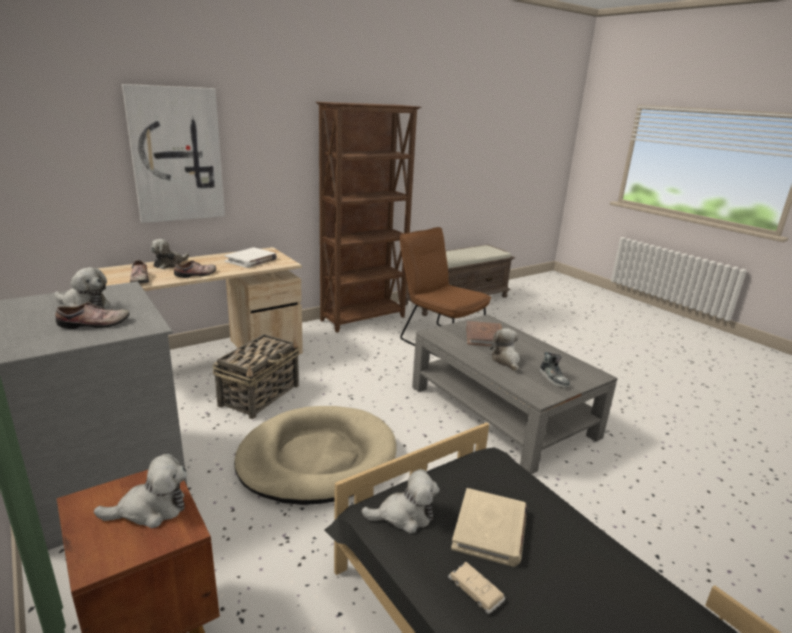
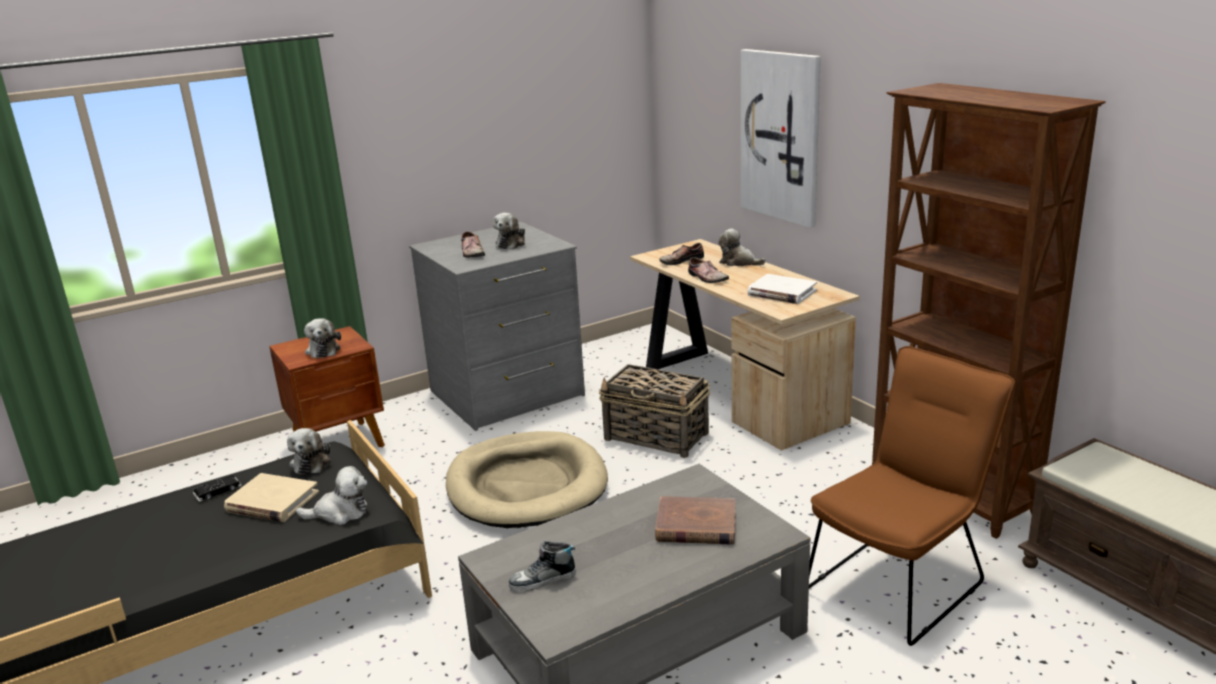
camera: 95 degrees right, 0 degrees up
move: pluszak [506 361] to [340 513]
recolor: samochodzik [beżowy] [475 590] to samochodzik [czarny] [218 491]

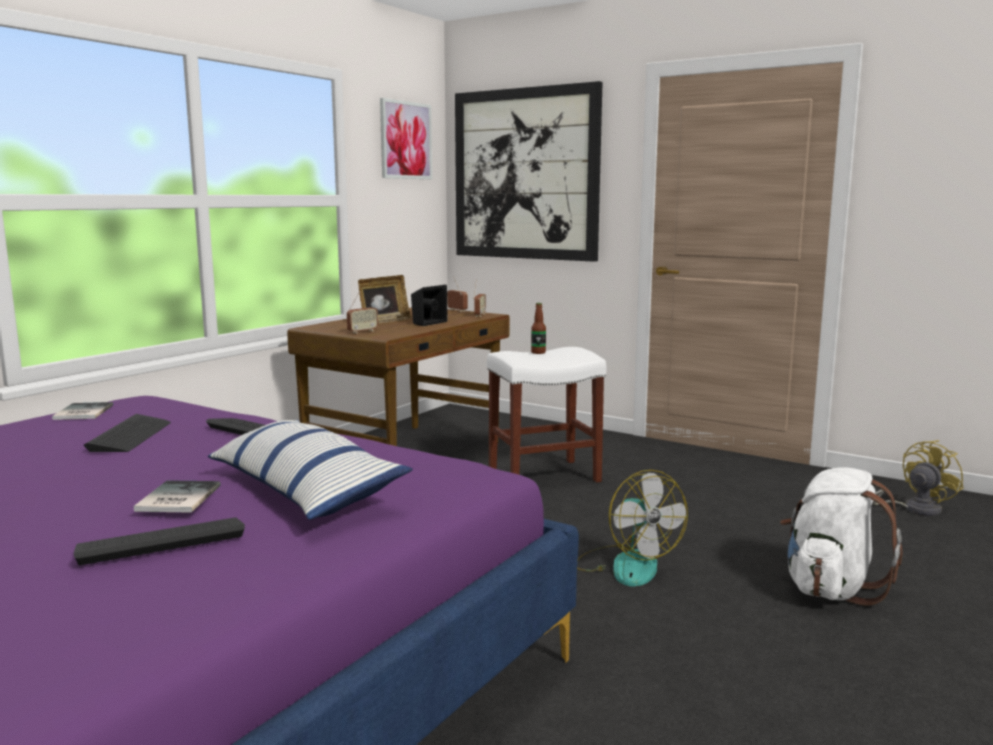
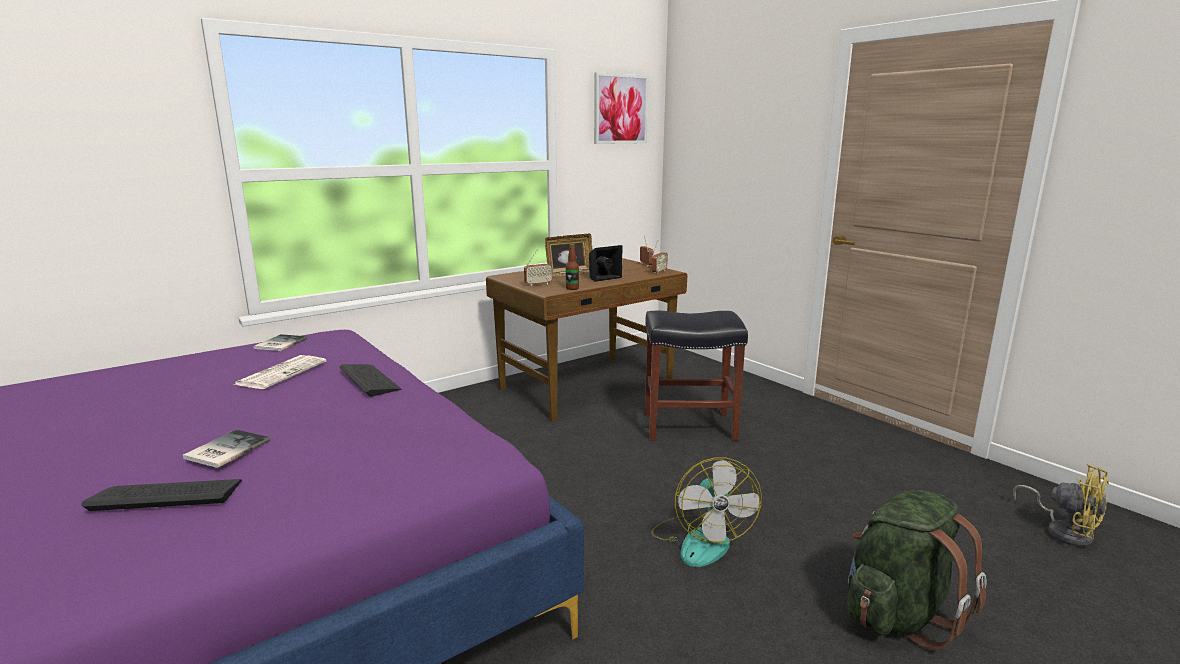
camera: 20 degrees right, 5 degrees up
delete: obraz [525 174]; poduszka [304 489]
move: butelka [538 352] to [572 288]
replace: klawiatura [130 436] to gazeta [282 373]
recolor: stołek [biały] [542 476] to stołek [czarny] [687 426]; plecak [biały] [830 588] to plecak [zielony] [898 614]
rotate: wentylator [żółty] [913 509] = [1064 531] 60 degrees clockwise

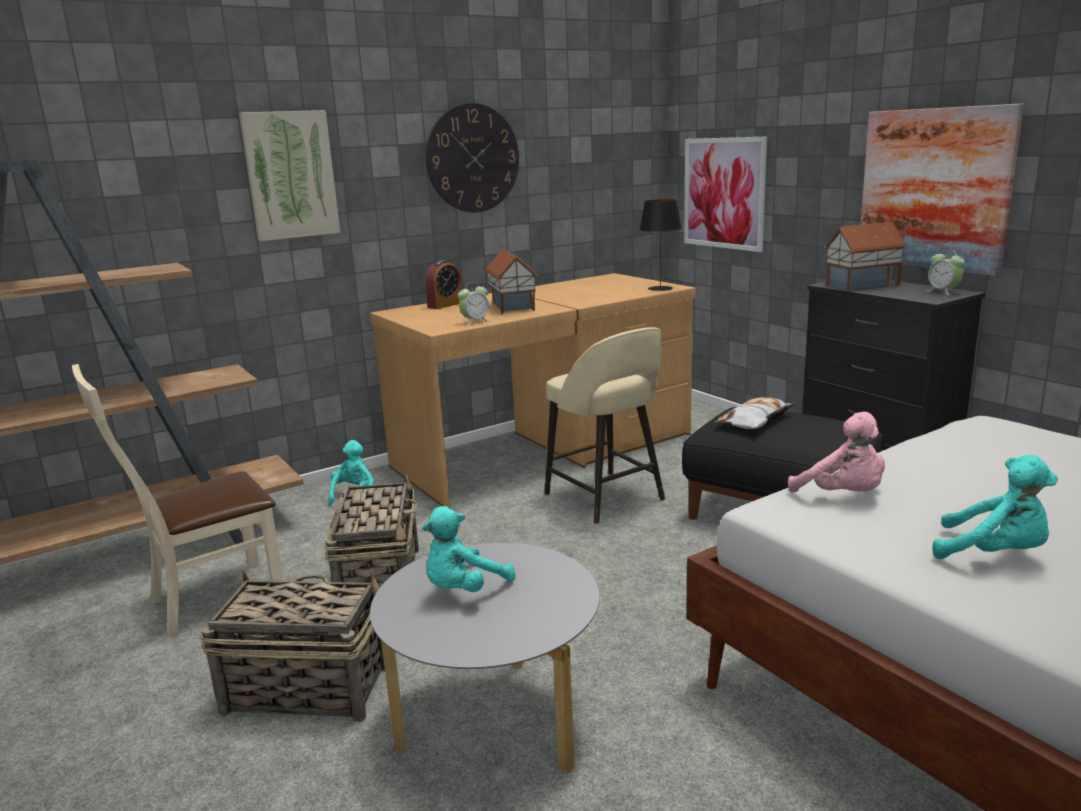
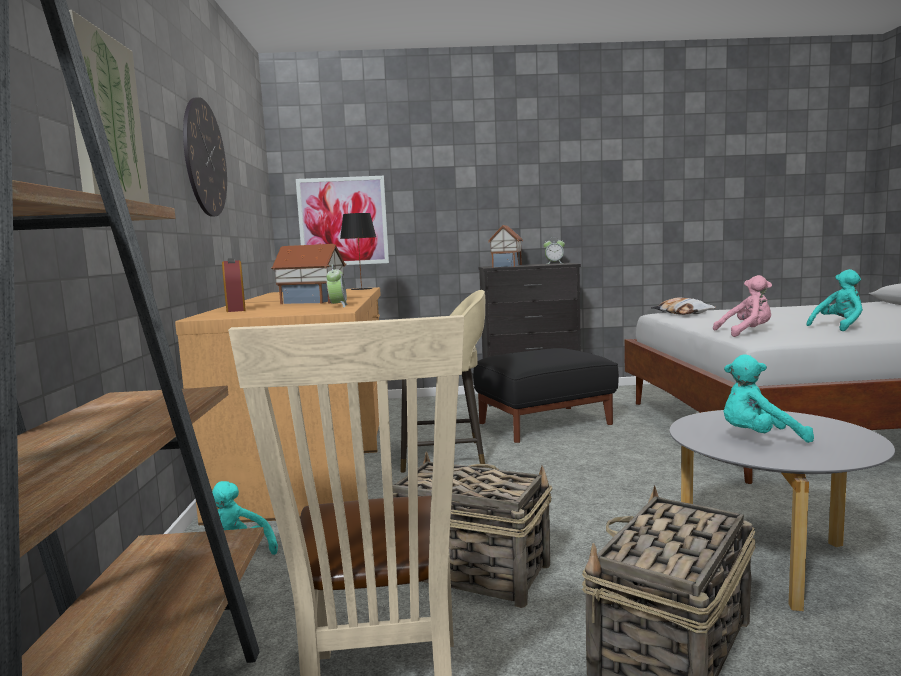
camera: 60 degrees left, 10 degrees down
delete: obraz [934 189]
move: poduszka [755 421] to [682 313]
rotate: pluszak [turkusowy] [464 589] = [758 438] 105 degrees clockwise

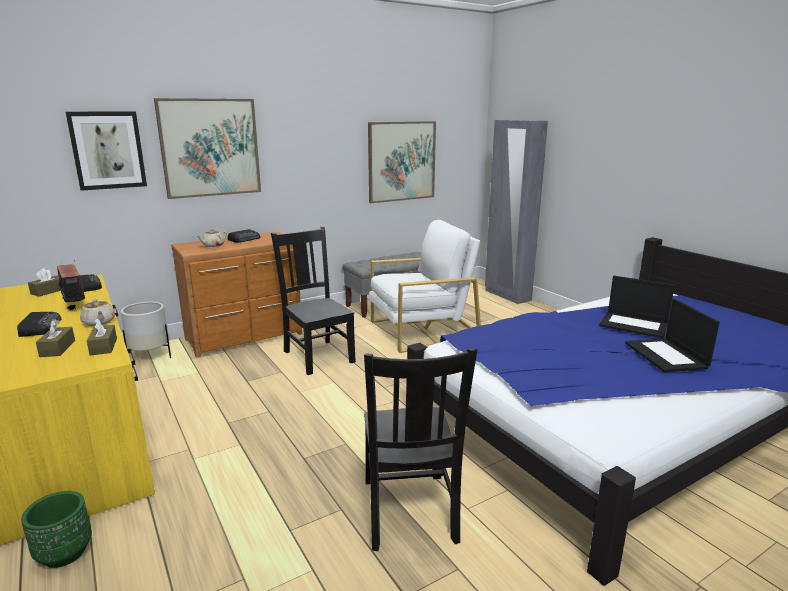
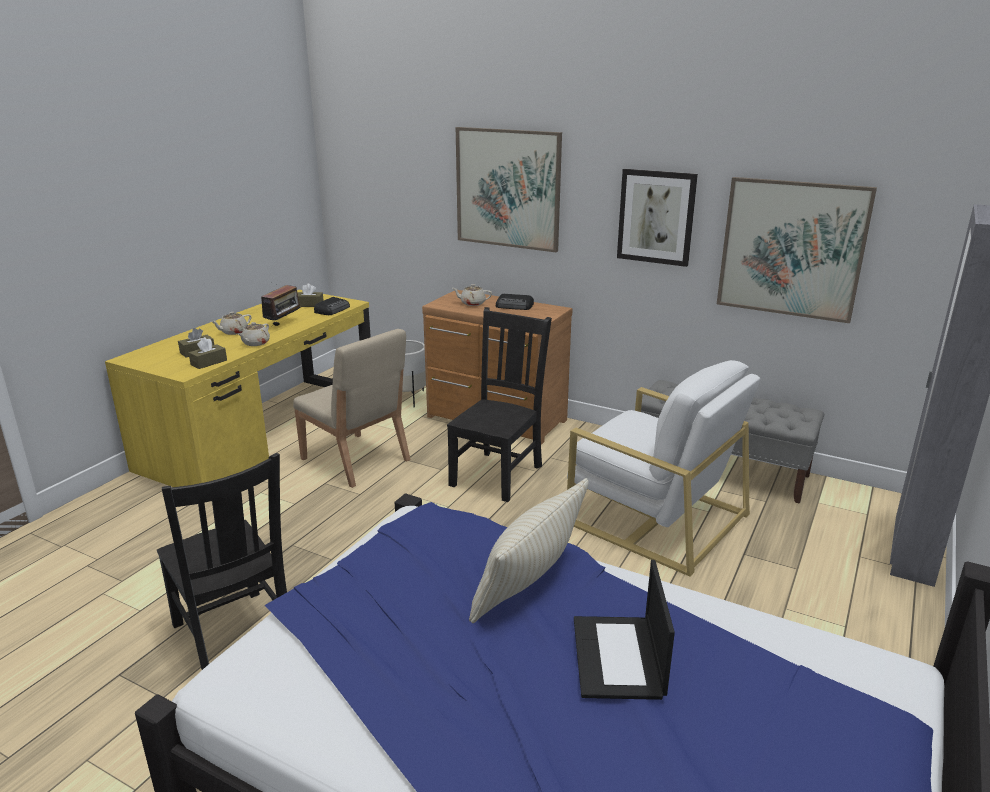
camera: 60 degrees right, 5 degrees up
delete: laptop [666 355]; donica [zielony] [64 553]
insert: krzesło [beżowy] [356 460]; poduszka [beżowy] [529 582]
move: obraz [108 150] to [656 217]
replace: radio [40 327] to imbryk [beżowy] [233 332]
rotate: krzesło [czarny] [409 513] = [235 639] 90 degrees counterclockwise

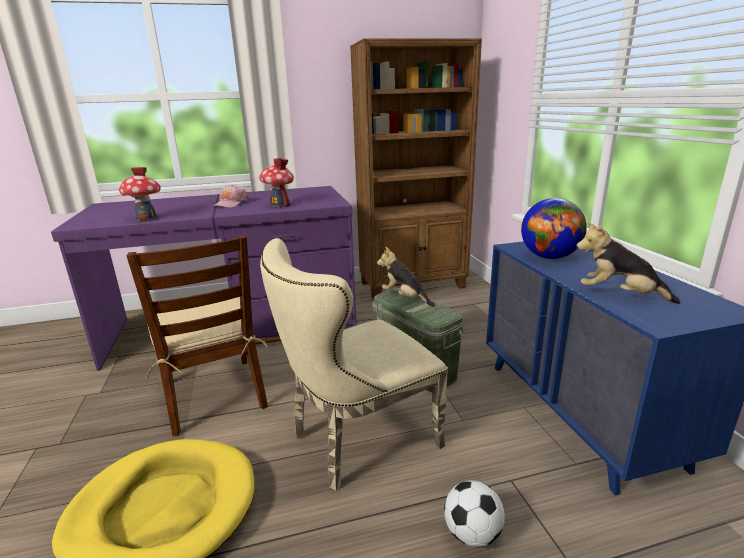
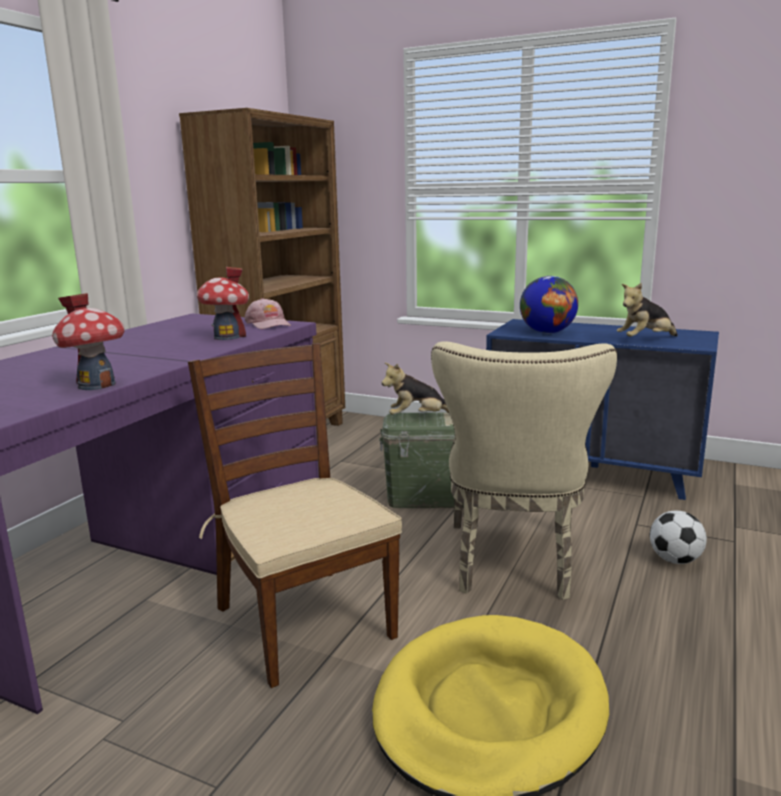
camera: 50 degrees left, 5 degrees down
move: czapka z daszkiem [różowy] [231 203] to [268 324]
rotate: krzesło [brązowy] [214 395] = [303 621] 135 degrees counterclockwise

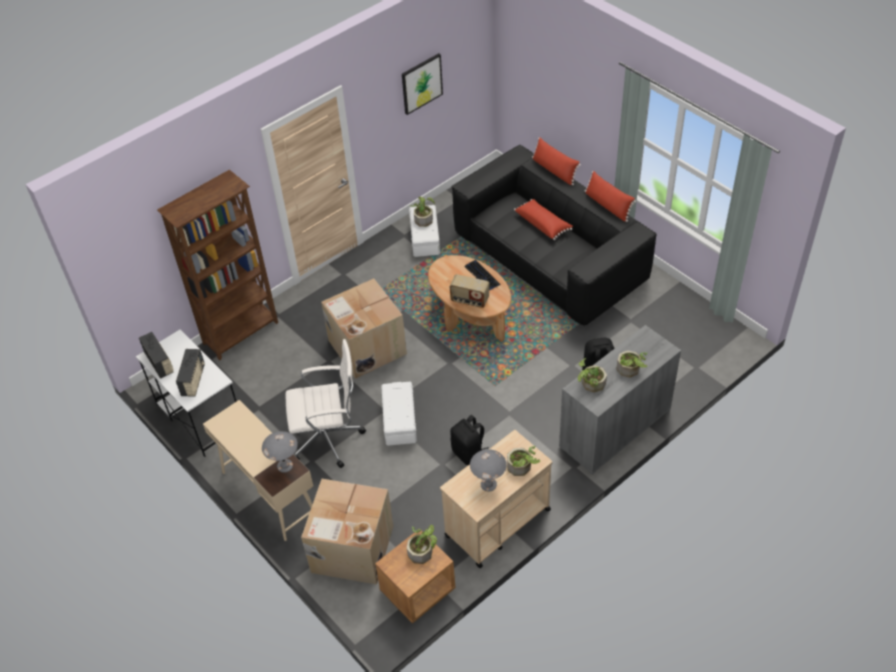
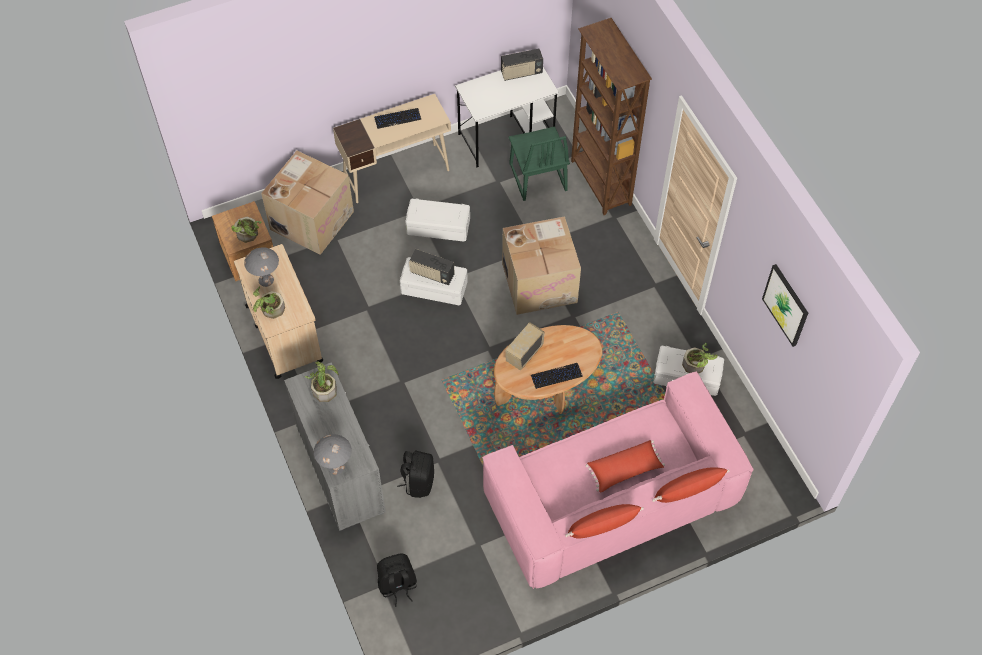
camera: 105 degrees right, 10 degrees up
delete: roślina doniczkowa [630 370]
insert: klawiatura [397 118]; krzesło [zielony] [537 178]
move: radio [193 380] to [432 274]; plecak [czarny] [469 453] to [397 585]; lampa stołowa [szary] [285 465] to [336 467]
replace: krzesło biurowe [biały] [328 438] to pojemnik do przechowywania [biały] [438 227]
recolor: kanapa [czarny] [550 256] to kanapa [różowy] [611 497]

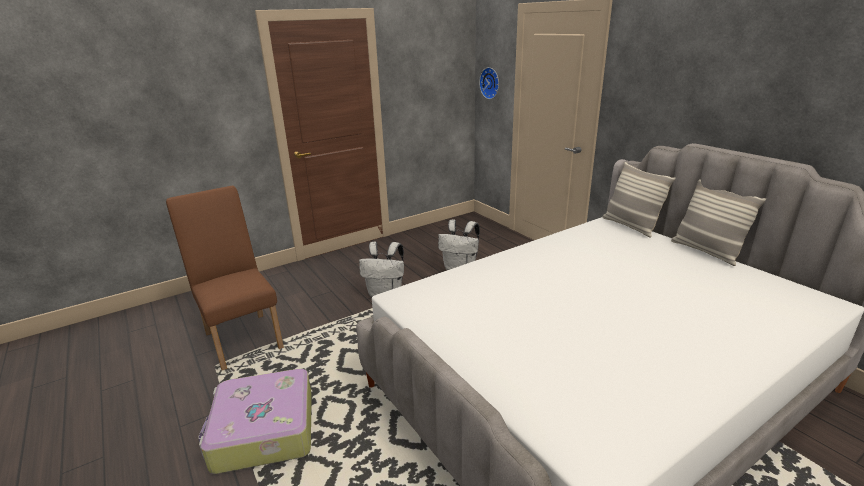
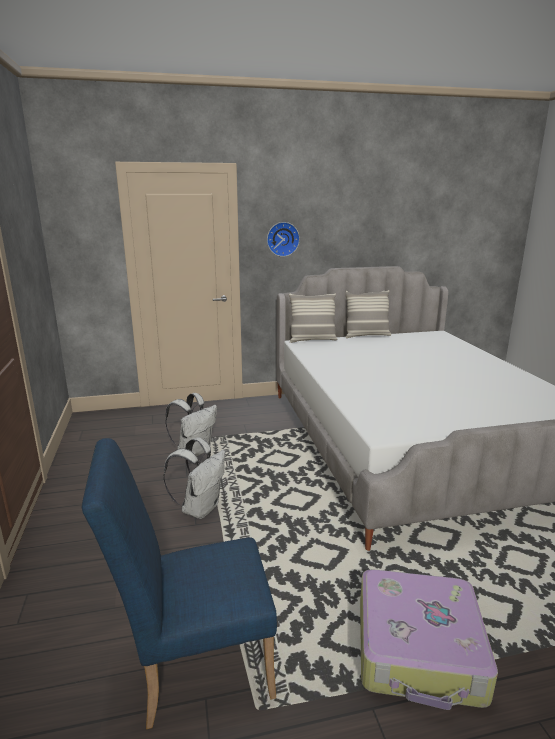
camera: 70 degrees left, 5 degrees down
move: zegar ścienny [491 83] to [282 239]
recolor: krzesło [brązowy] [242 336] to krzesło [niebieski] [195 668]

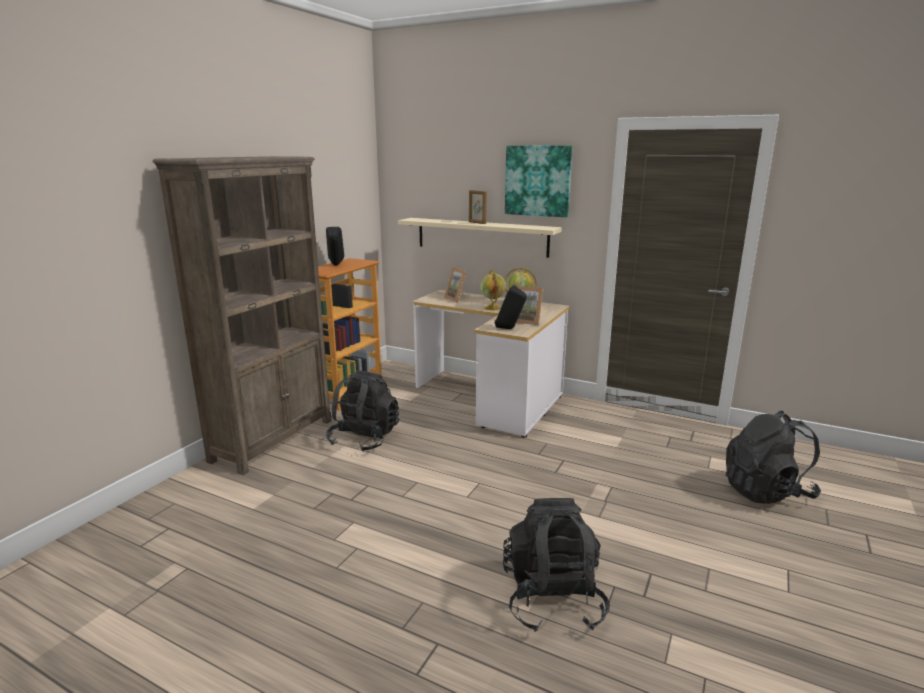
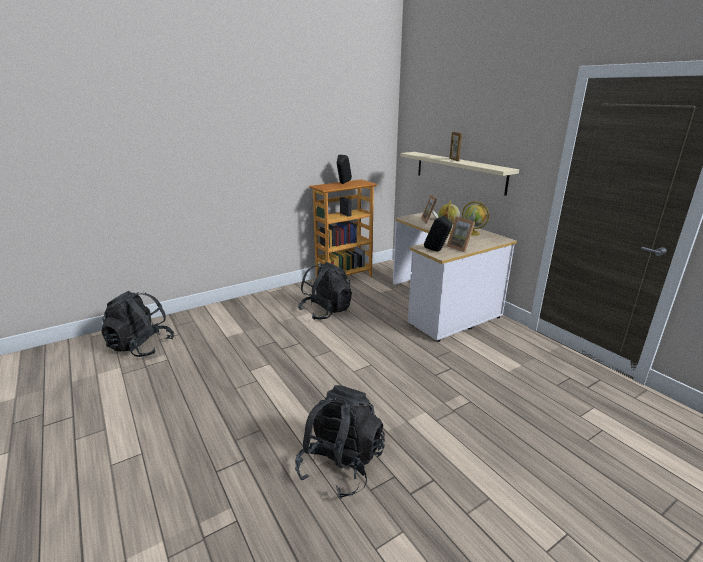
camera: 30 degrees right, 5 degrees up
delete: obraz [538 181]; regał [brązowy] [274 440]
move: plecak [czarny] [766 491] to [141 347]

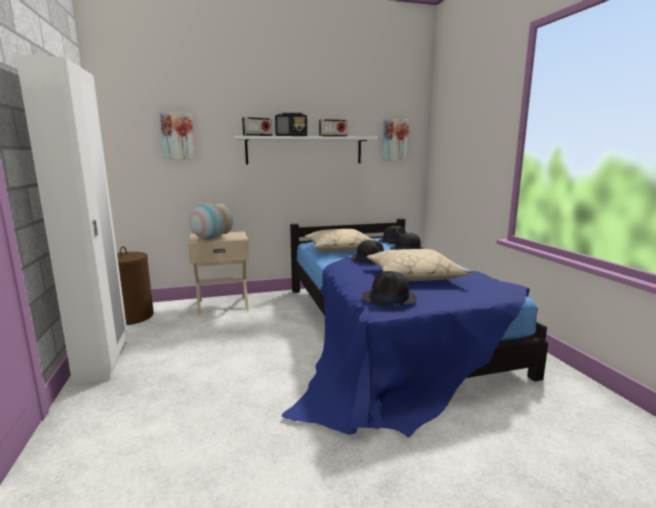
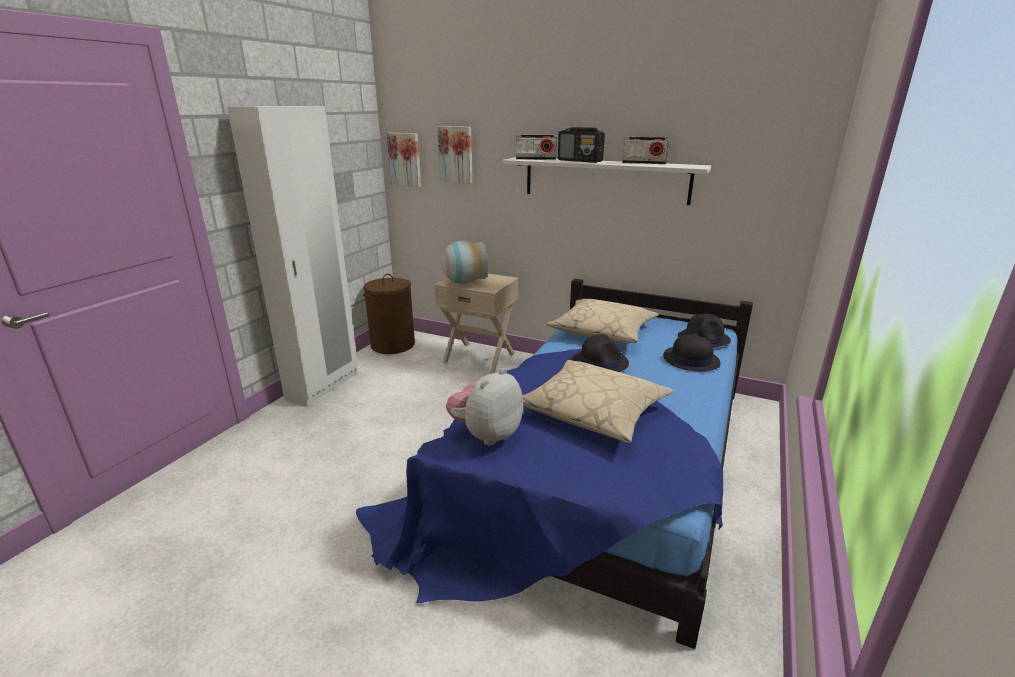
camera: 40 degrees right, 10 degrees up
move: obraz [394 140] to [405 159]
replace: kapelusz [czarny] [389 298] to pluszak [486 435]

